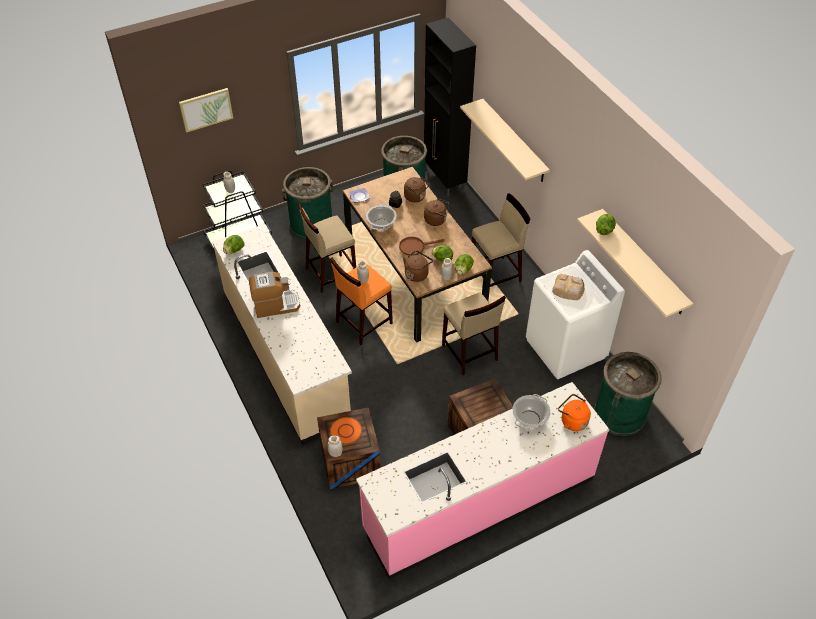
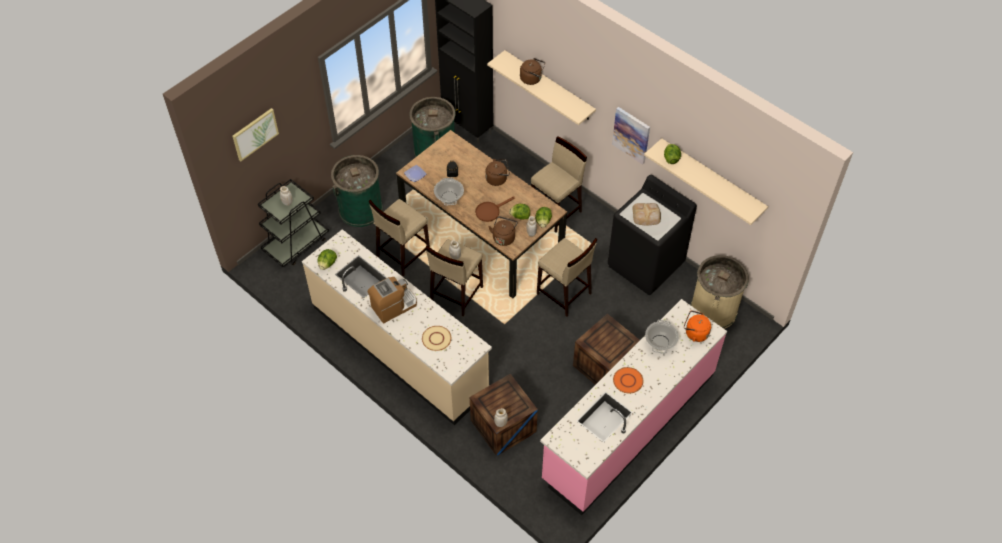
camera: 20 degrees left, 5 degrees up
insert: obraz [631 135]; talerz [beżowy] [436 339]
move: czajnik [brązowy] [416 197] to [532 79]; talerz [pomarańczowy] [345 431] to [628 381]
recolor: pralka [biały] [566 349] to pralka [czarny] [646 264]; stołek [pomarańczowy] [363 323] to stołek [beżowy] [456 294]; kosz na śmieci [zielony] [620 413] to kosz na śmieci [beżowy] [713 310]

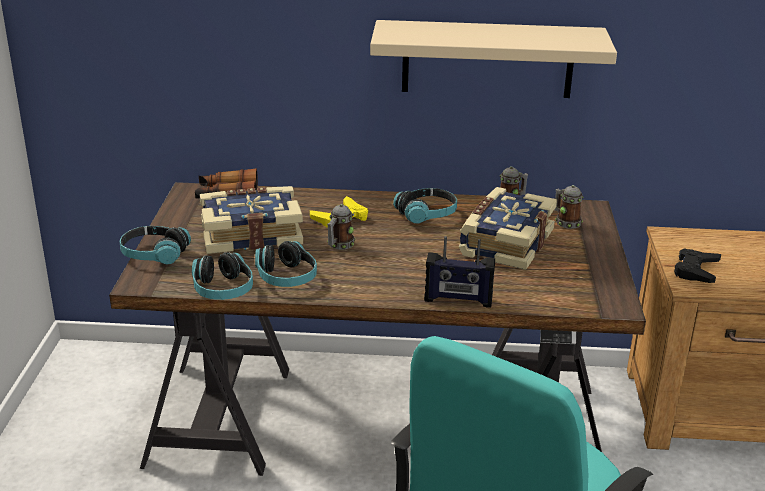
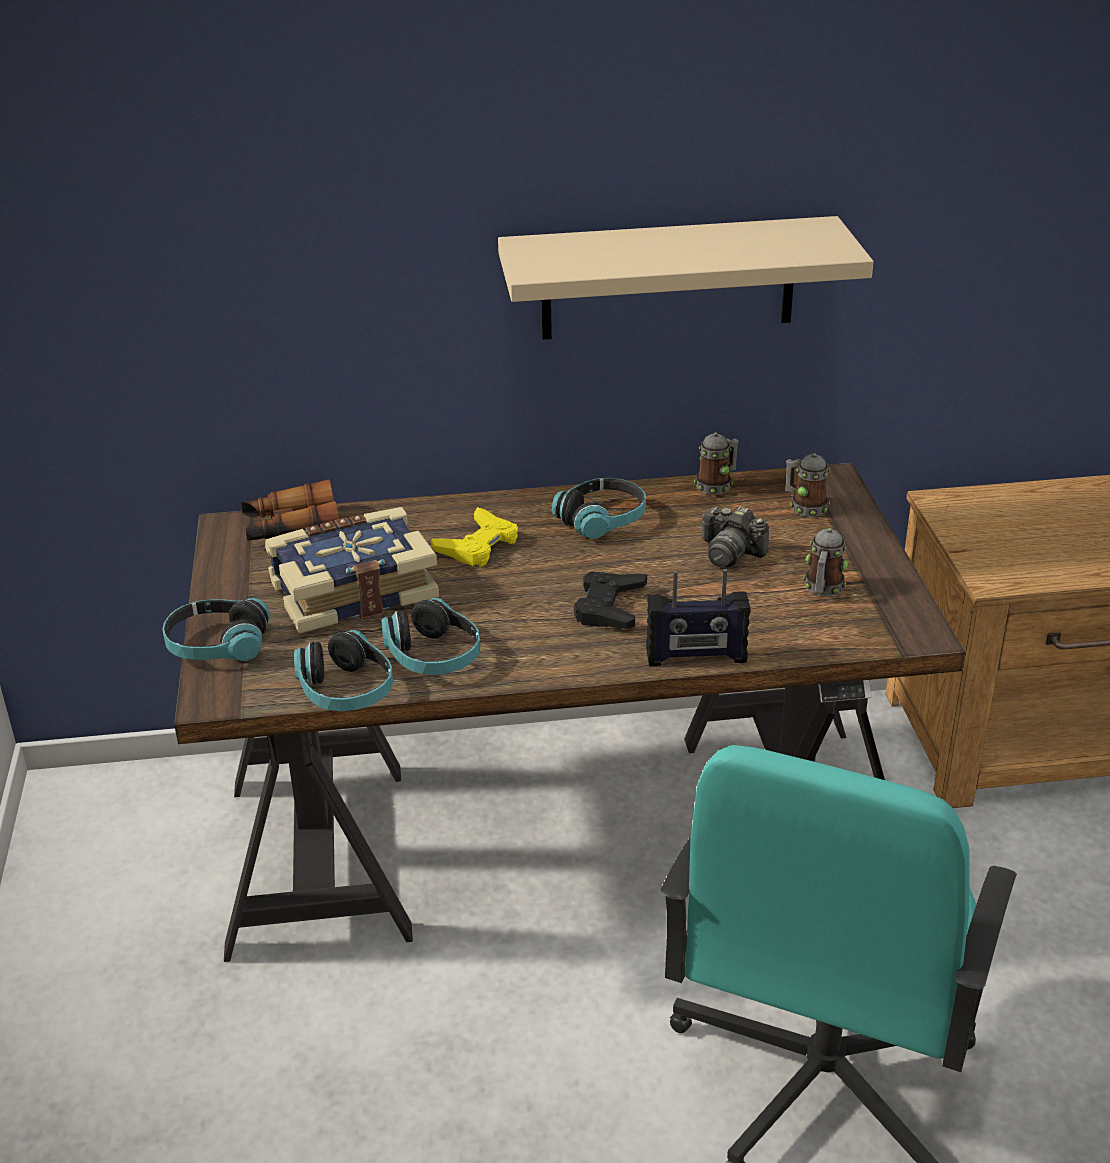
camera: 10 degrees left, 5 degrees up
move: kubek [339 245] to [823 589]; pad do gier [czarny] [696 270] to [609 607]
replace: książka [504 243] to aparat fotograficzny [730 553]

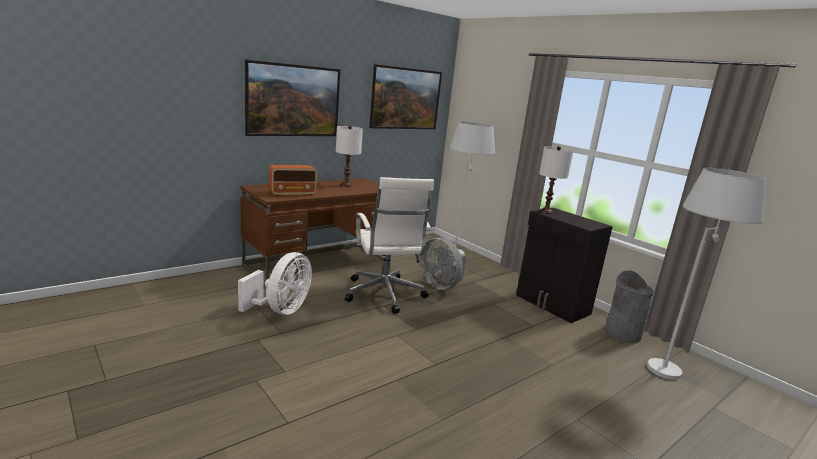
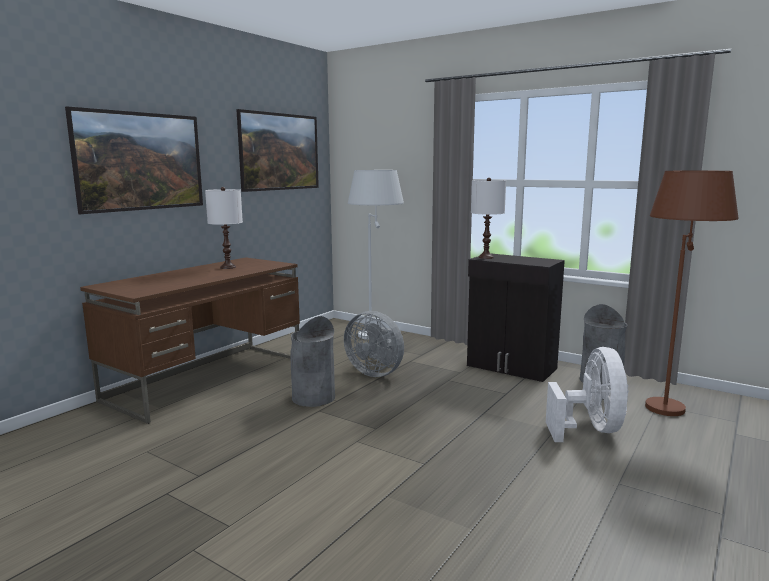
camera: 15 degrees left, 5 degrees down
delete: radio [293 193]
move: wentylator [biały] [281 310] to [590 429]
replace: krzesło biurowe [biały] [384 295] to kosz na śmieci [szary] [313 397]
recolor: lampa stojąca [biały] [673 366] to lampa stojąca [brązowy] [670 402]

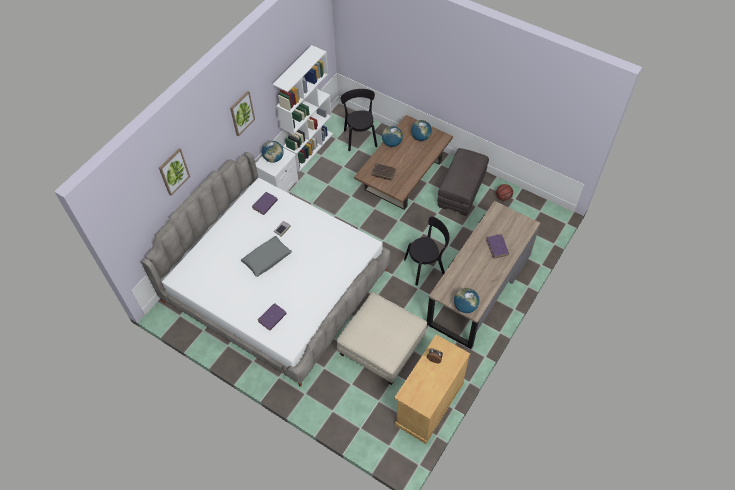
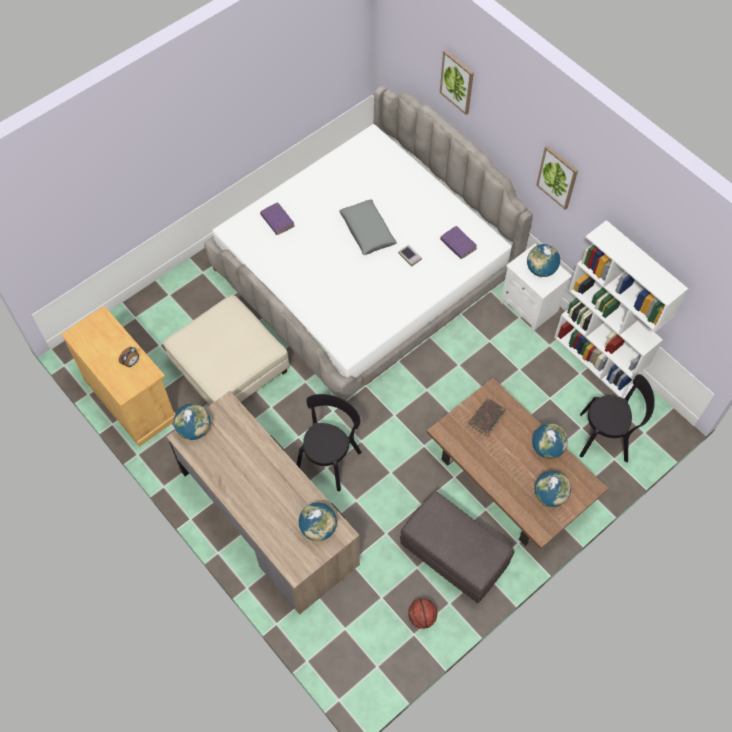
camera: 105 degrees right, 5 degrees up
delete: książka [fioletowy] [497 248]
insert: globus [318 528]
rotate: krzesło [czarny] [426 266] = [330 458] 150 degrees counterclockwise

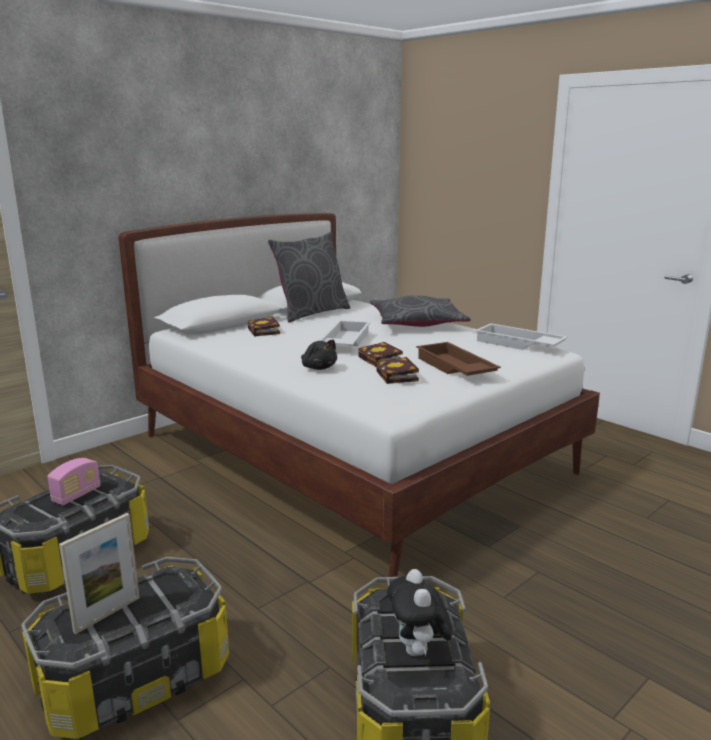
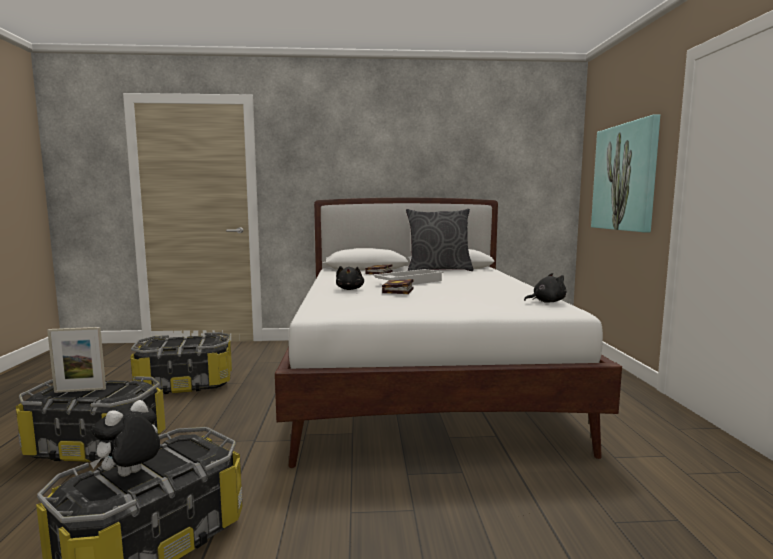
camera: 40 degrees right, 10 degrees down
delete: poduszka [szary] [417 323]; taca [brązowy] [454 368]; książka [398 376]; radio [76 495]
insert: obraz [625 177]
replace: taca [biały] [518 344] to pluszak [czarny] [546 302]

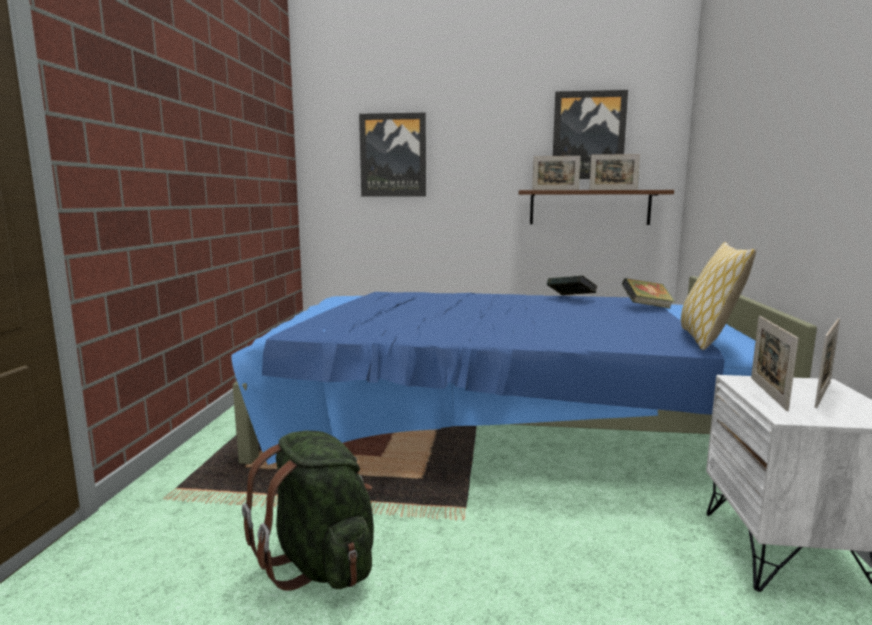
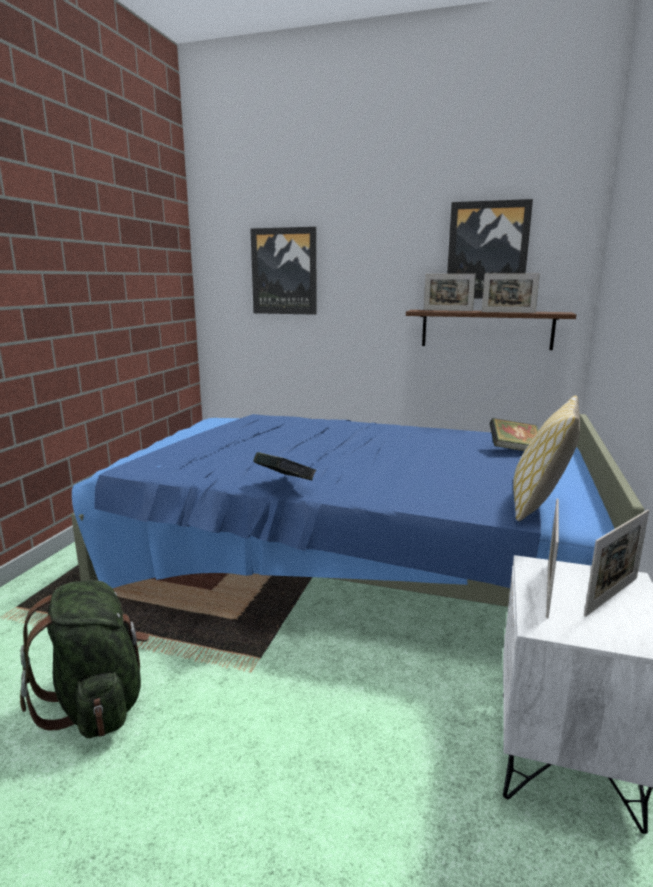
camera: 10 degrees right, 5 degrees up
move: książka [571 298] to [284 484]

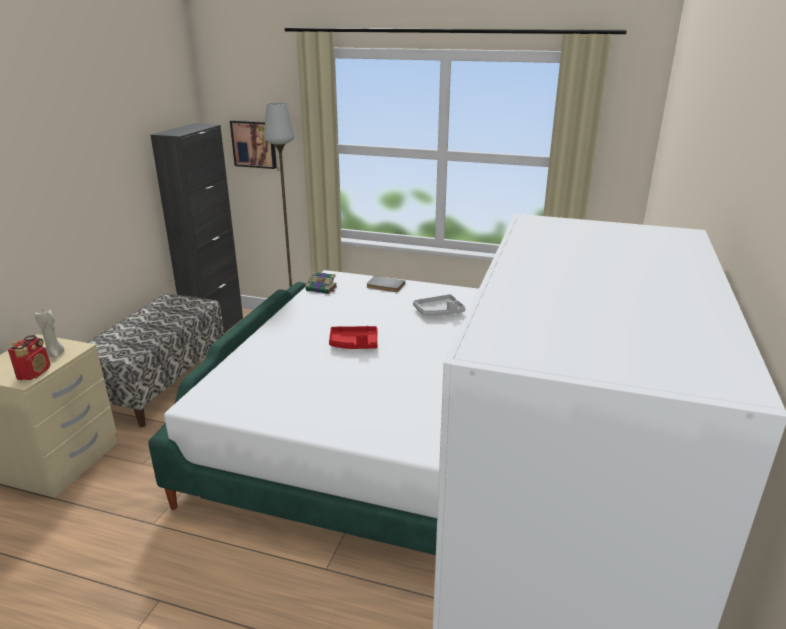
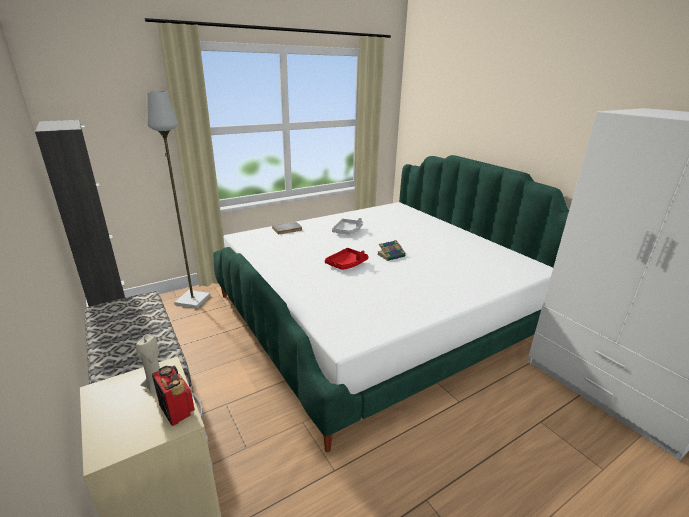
camera: 50 degrees left, 0 degrees up
delete: obraz [254 144]
move: książka [322 289] to [391 255]

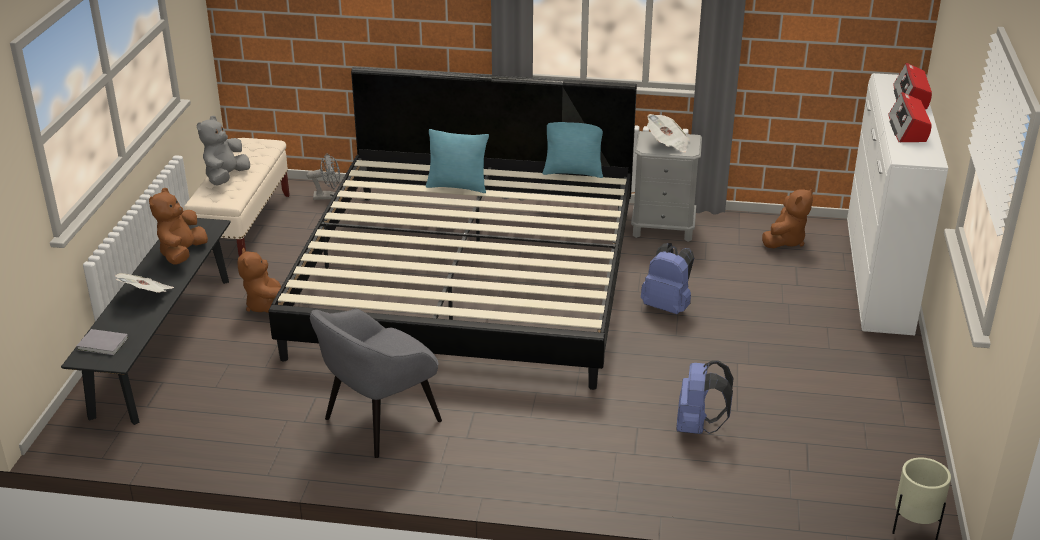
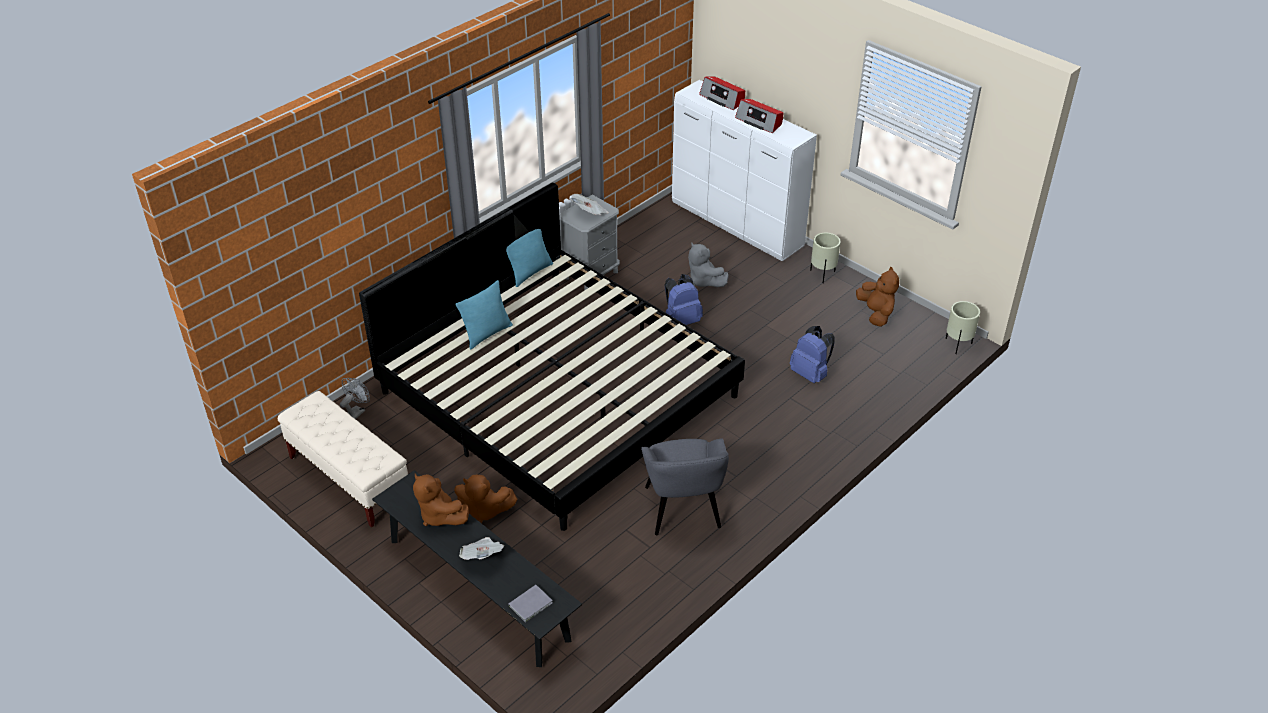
camera: 55 degrees left, 10 degrees up
insert: donica [beżowy] [822 275]
move: pluszak [szary] [226 178] to [704 281]; pluszak [brązowy] [785 241] to [876 313]

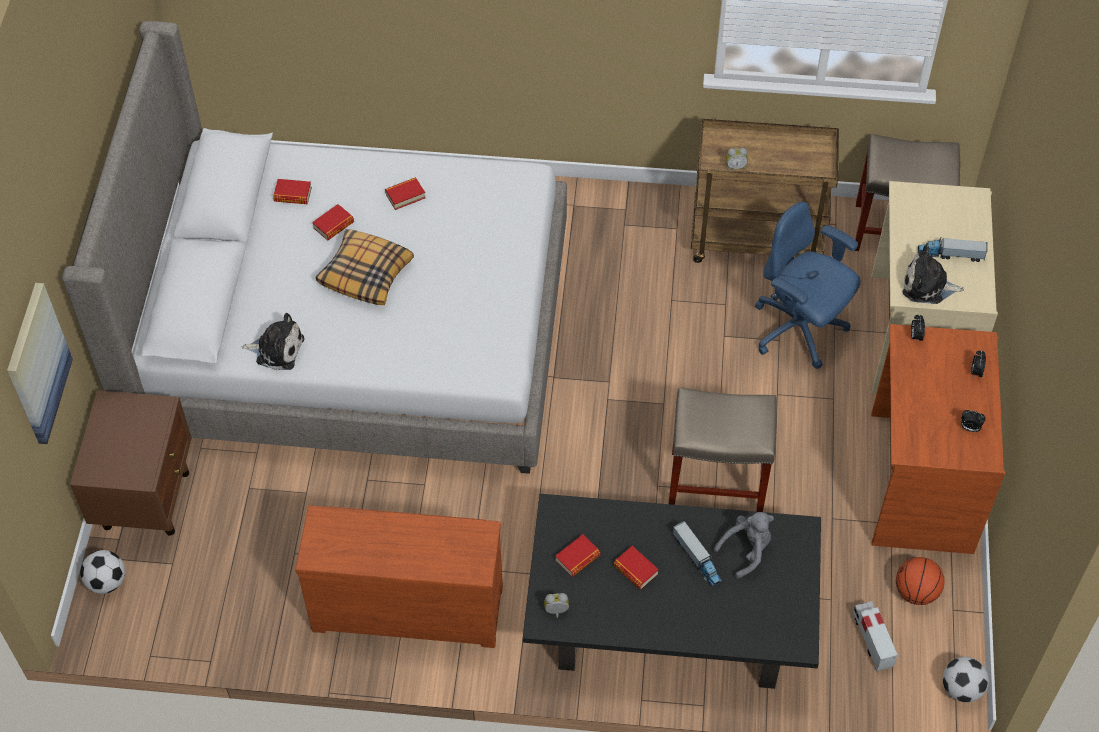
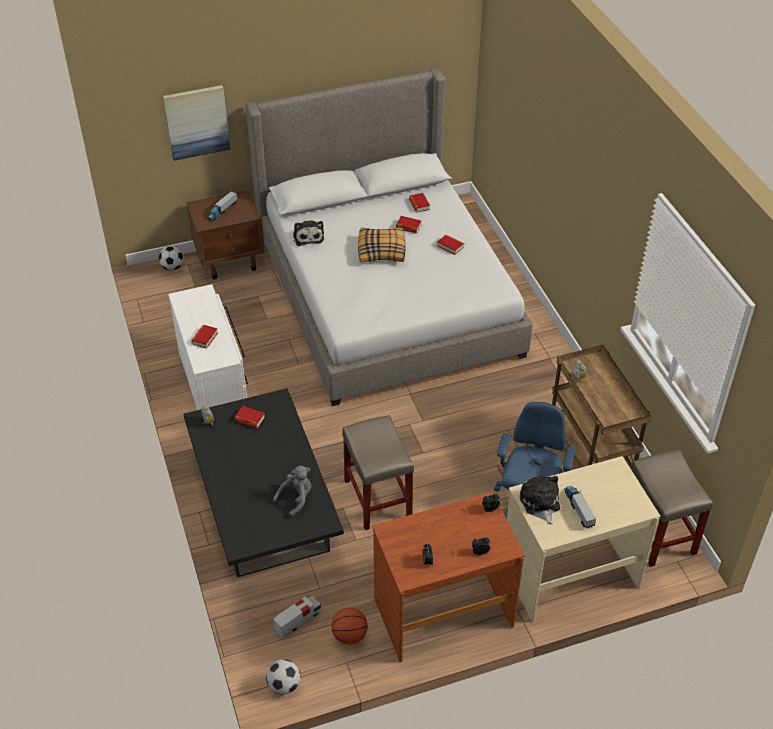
camera: 65 degrees right, 10 degrees down
move: ciężarówka zabawkowa [697 559] to [222 210]; książka [635 570] to [205 338]
recolor: komoda [brązowy] [408 604] to komoda [biały] [215 385]
rotate: pluszak [szary] [746 550] = [296 498] 75 degrees counterclockwise

